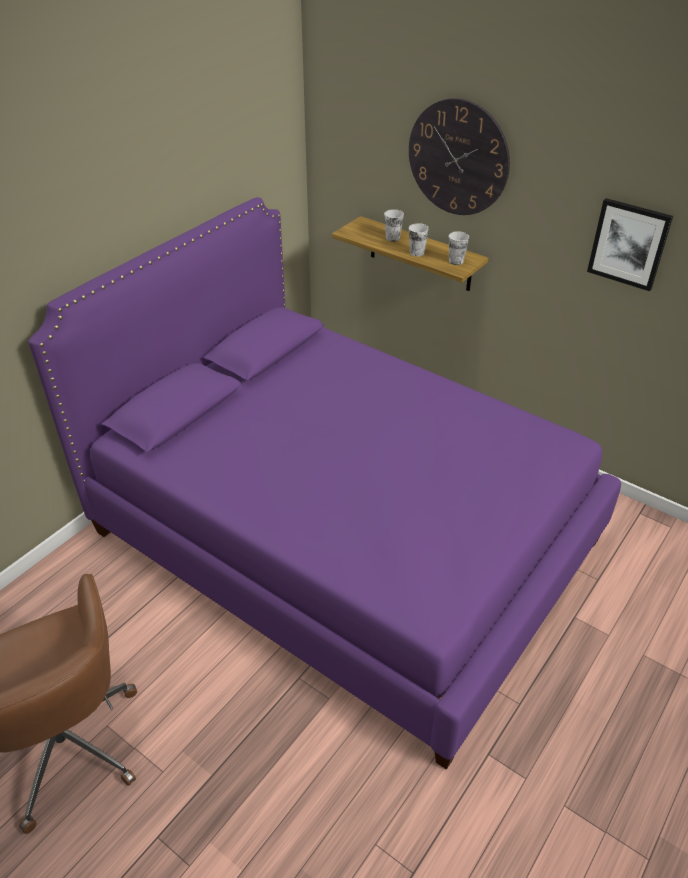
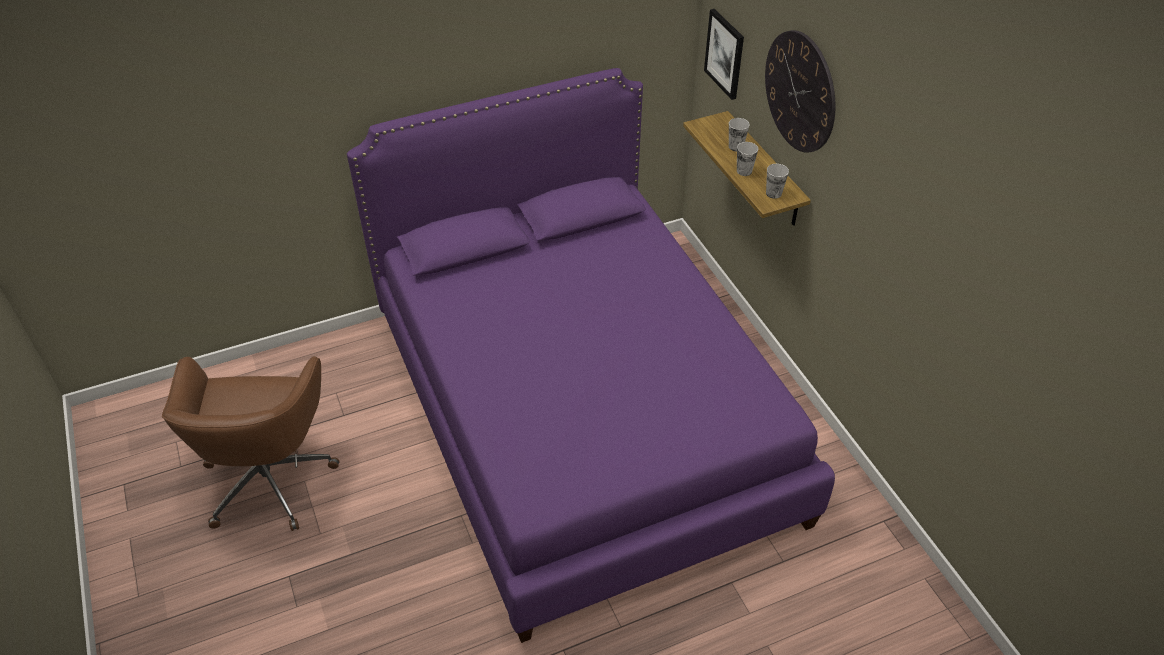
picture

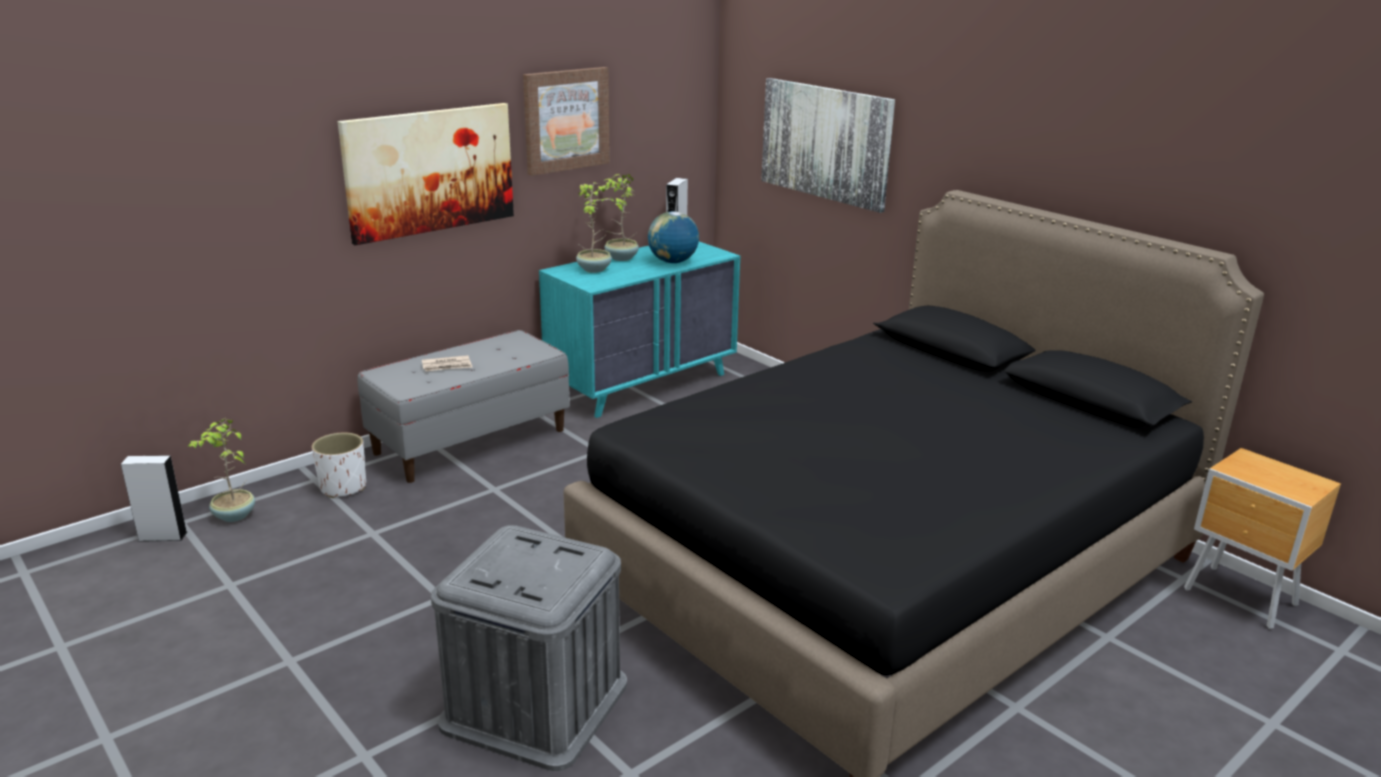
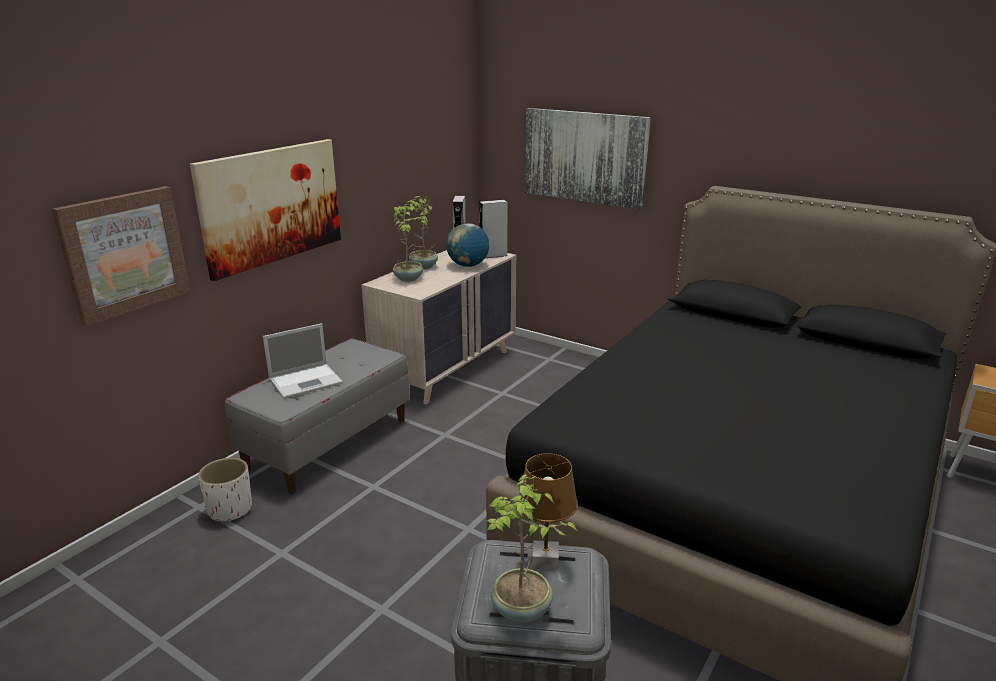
picture (1st from left)
laptop
beige dresser
grey speaker (2nd from left)
potted plant (3rd from left)
brown table lamp

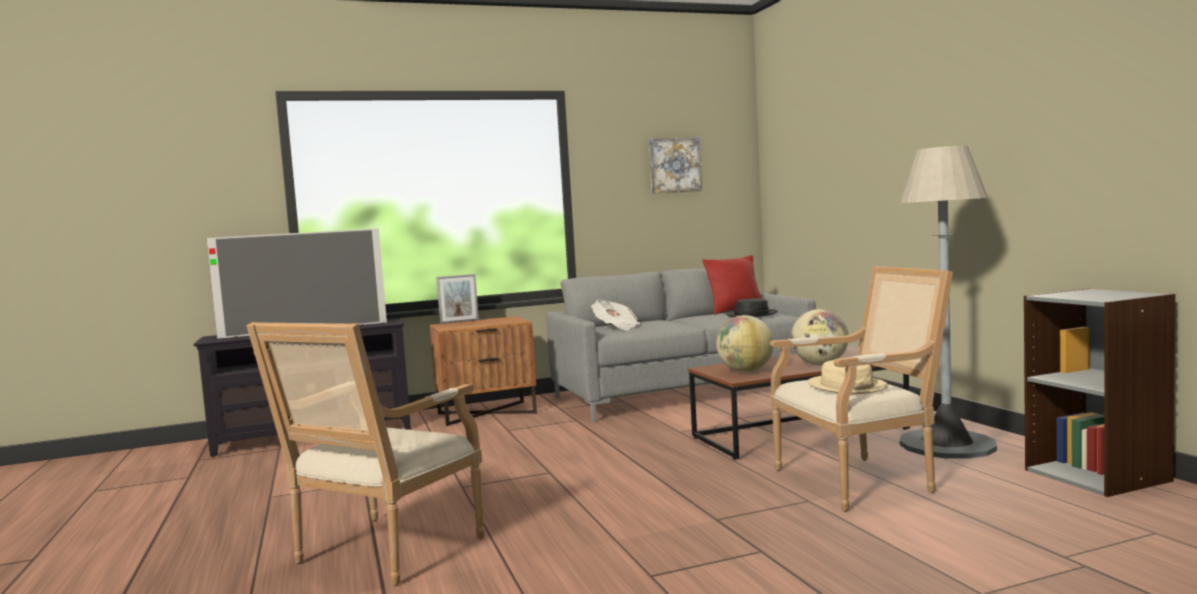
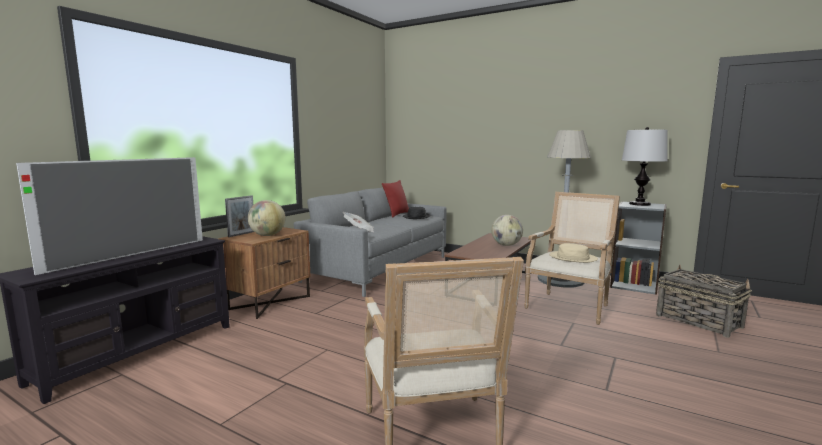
globe (1st from left)
table lamp
basket
picture

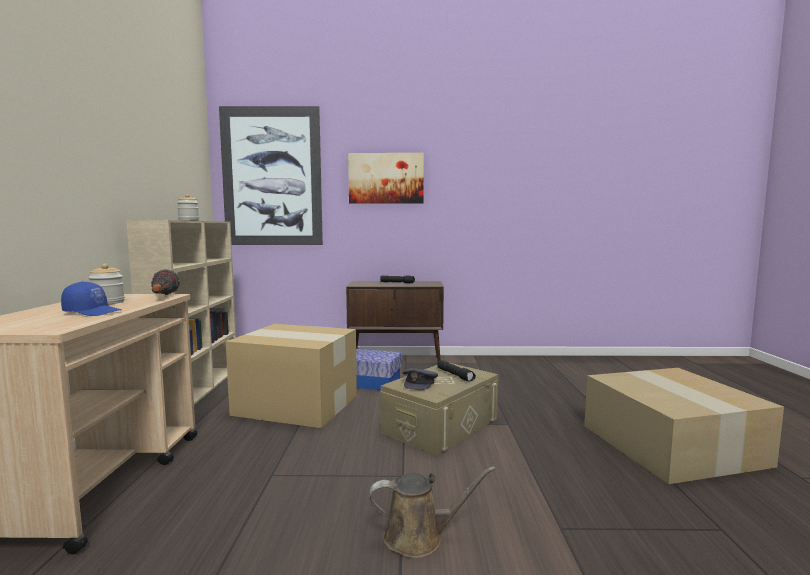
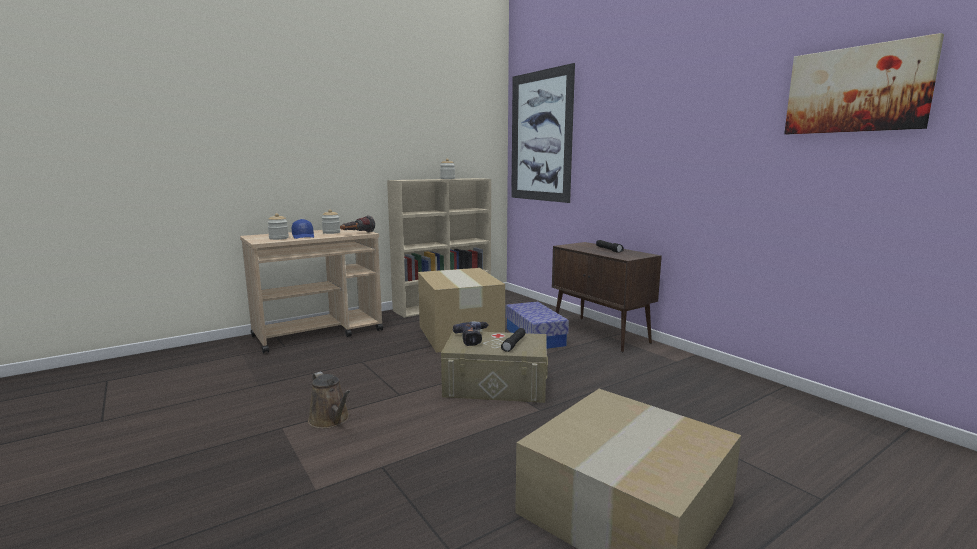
jar (1st from left)
power drill
picture (2nd from left)

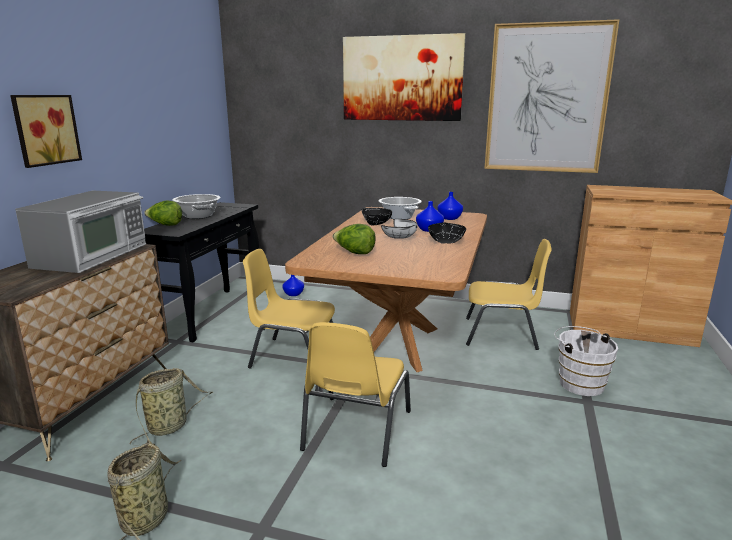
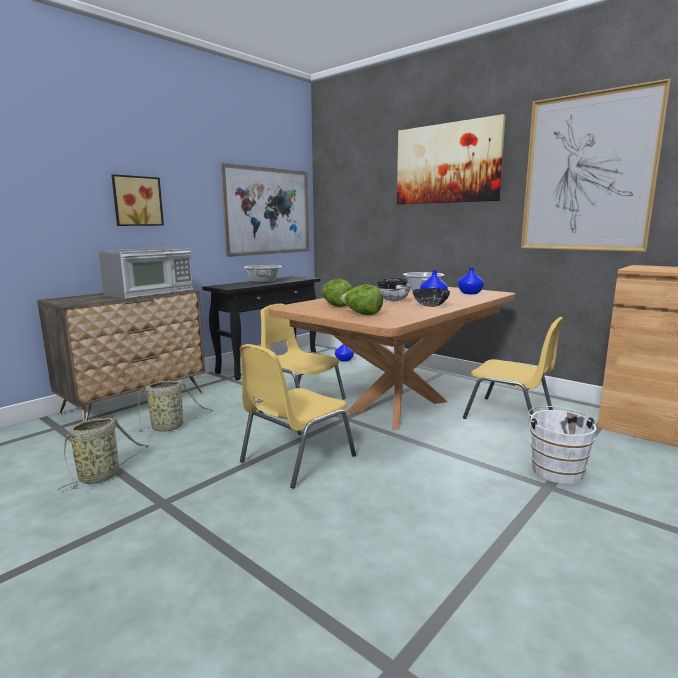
picture (2nd from left)
lettuce (2nd from left)

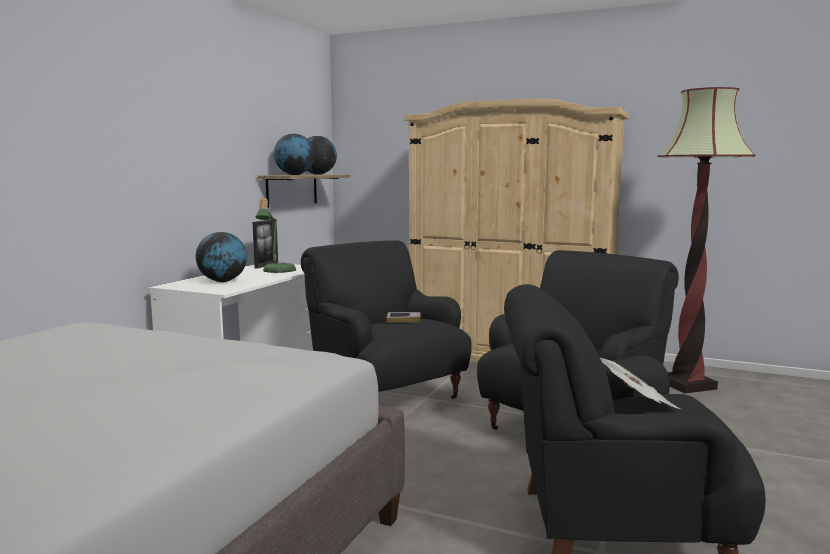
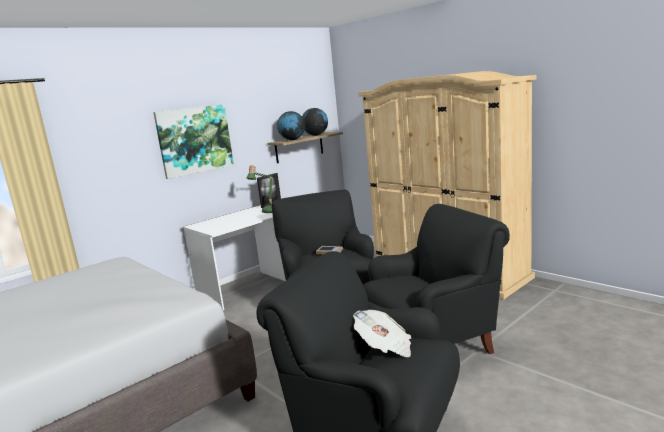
picture
globe (1st from left in the first image)
floor lamp

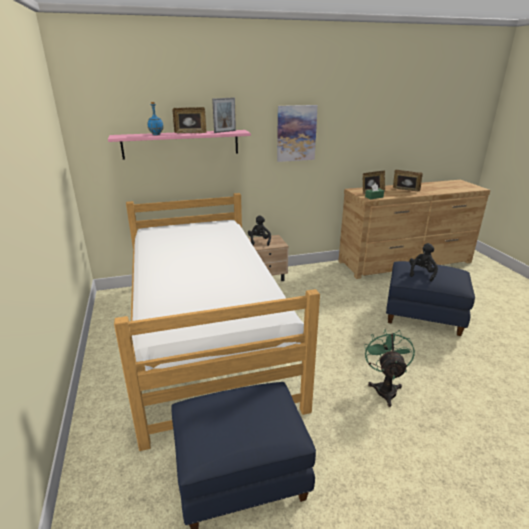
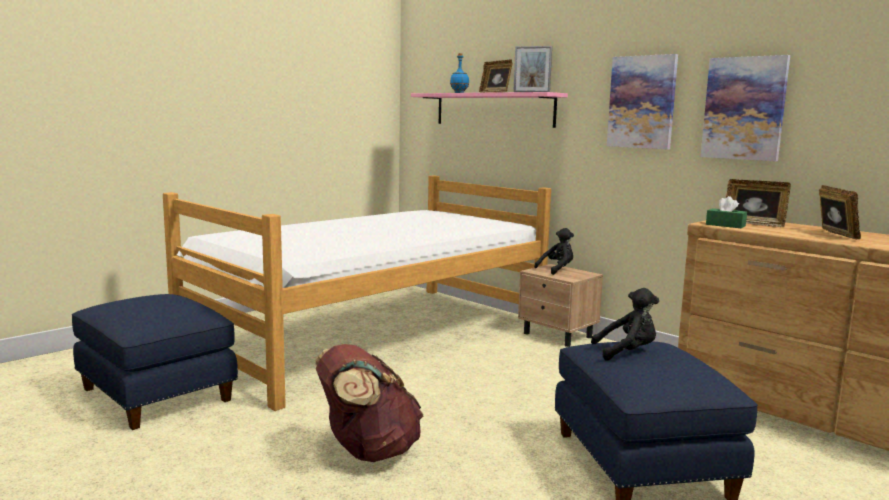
brown backpack
picture (2nd from left)

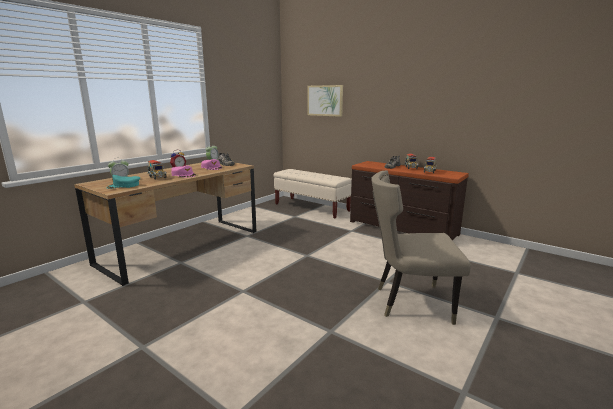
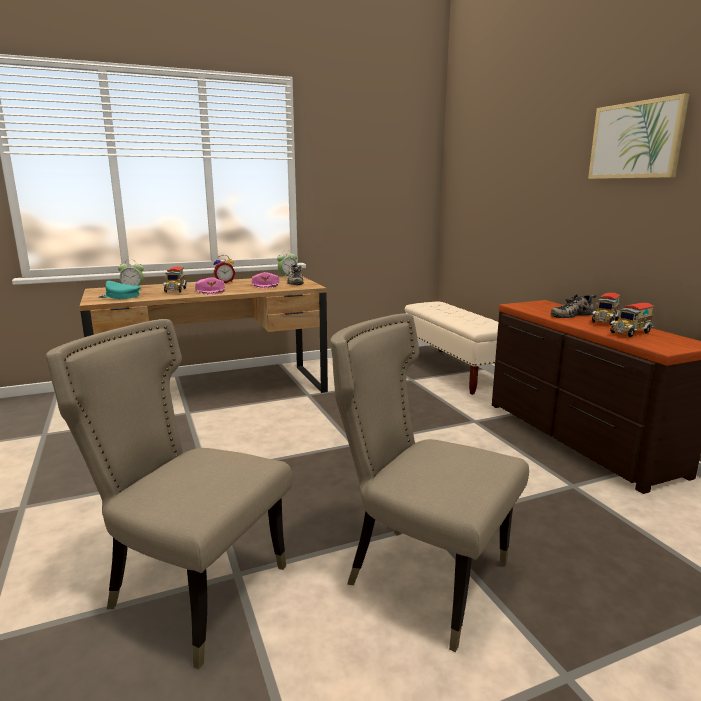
beige chair (1st from left)
picture

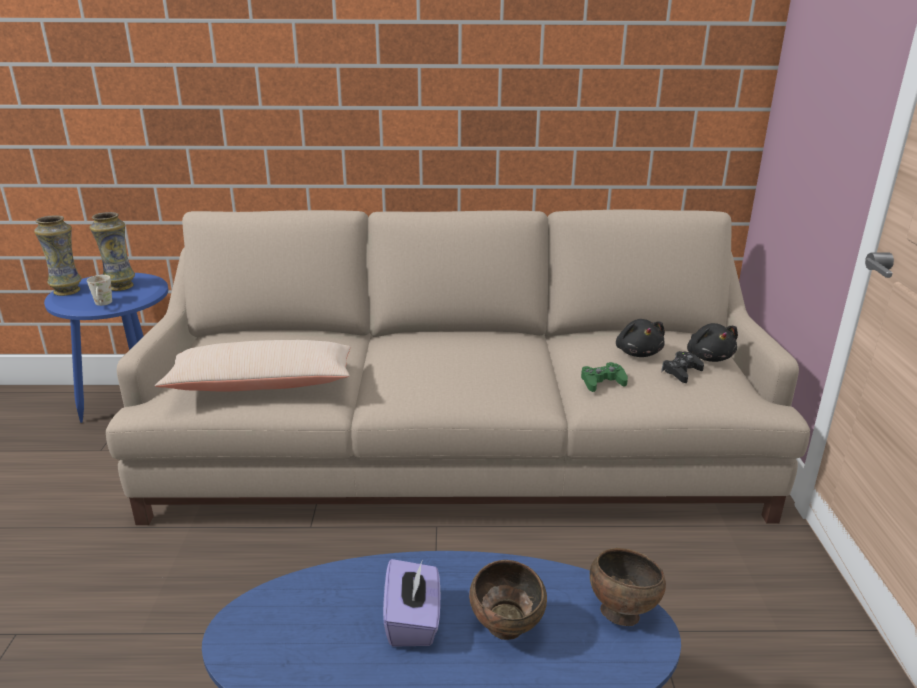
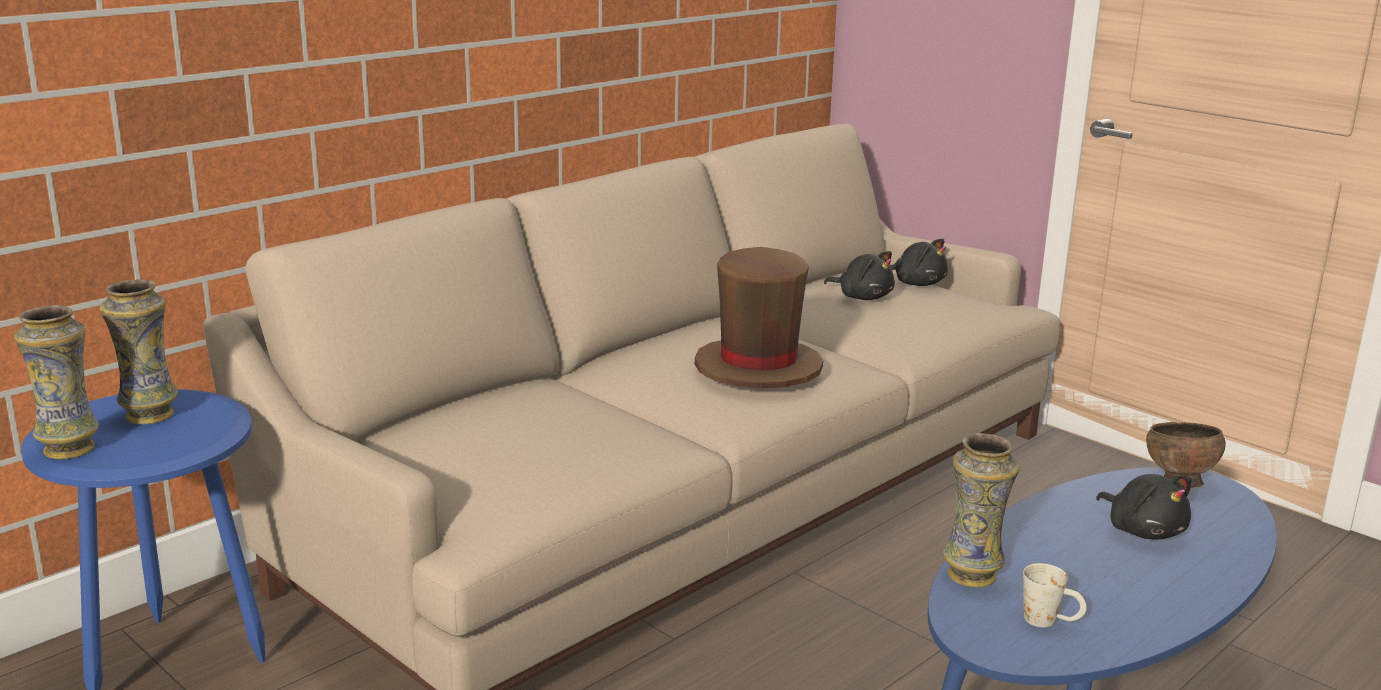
brown hat
vase (3rd from left)
white mug
black plush toy (3rd from left)
beige pillow
purple tissue box
green game controller
black game controller

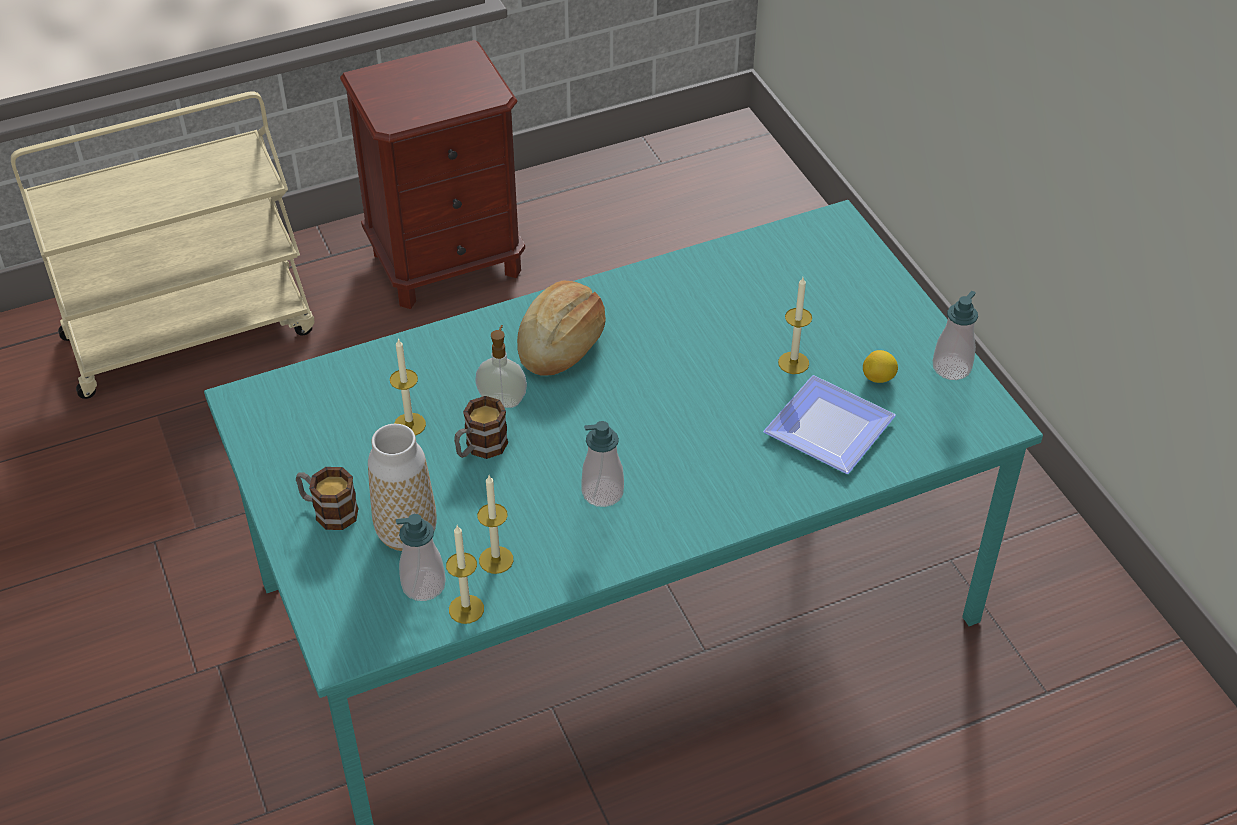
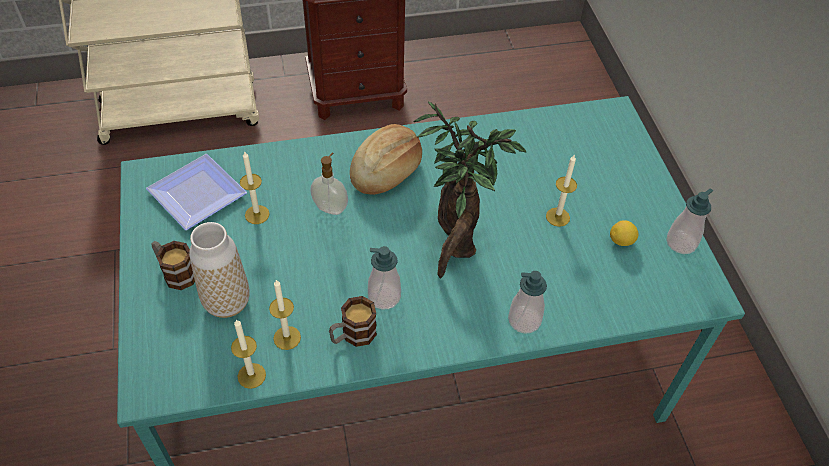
plate
mug (2nd from left)
potted plant
soap dispenser (3rd from left)

